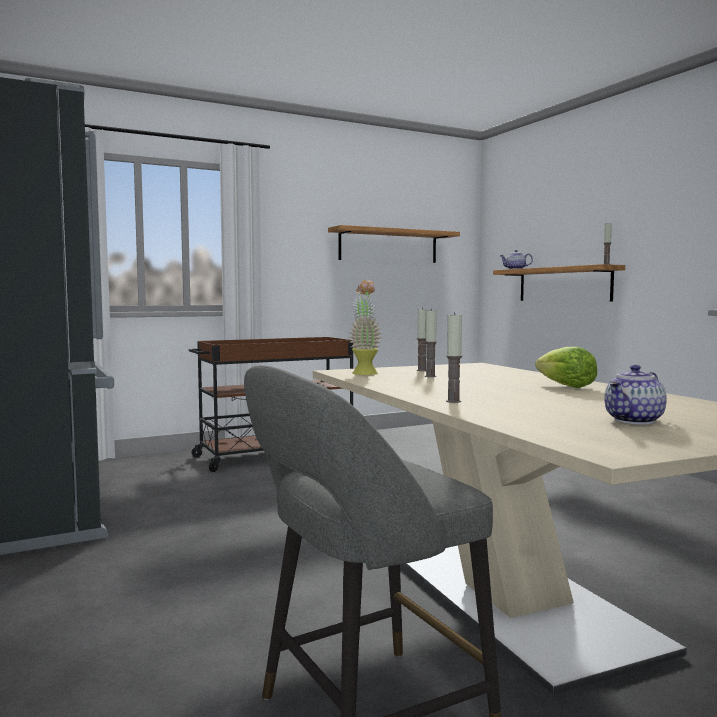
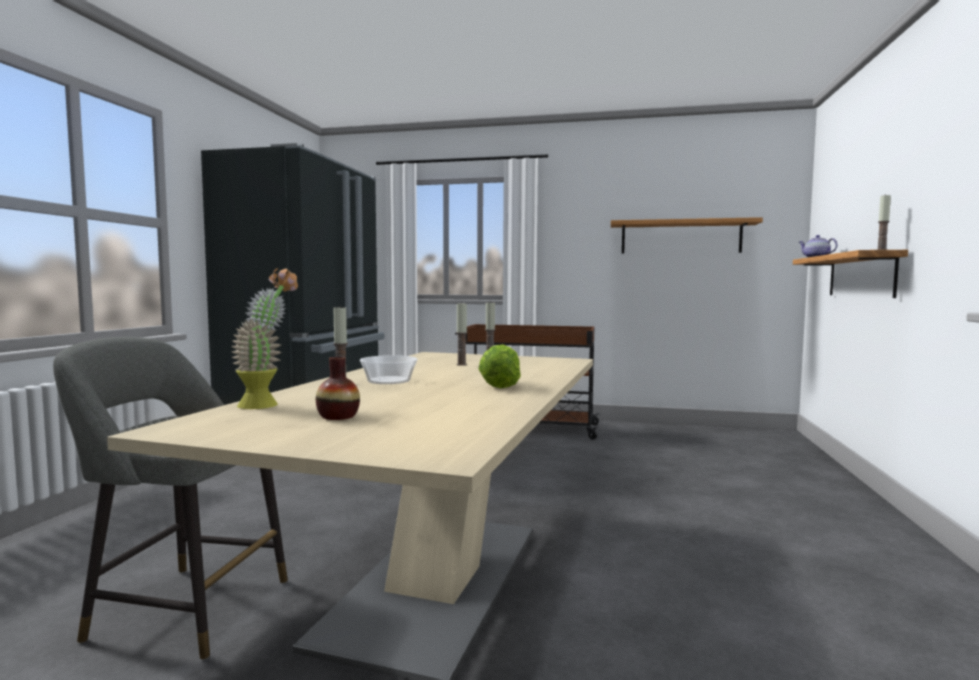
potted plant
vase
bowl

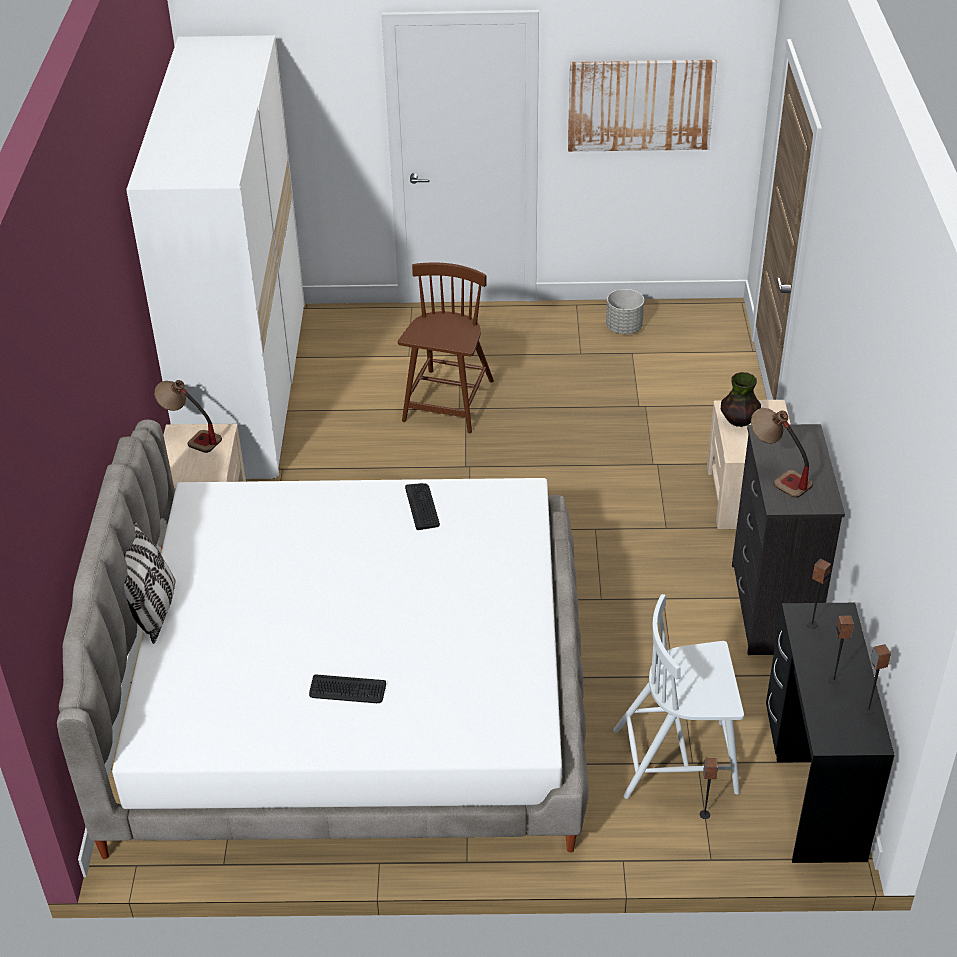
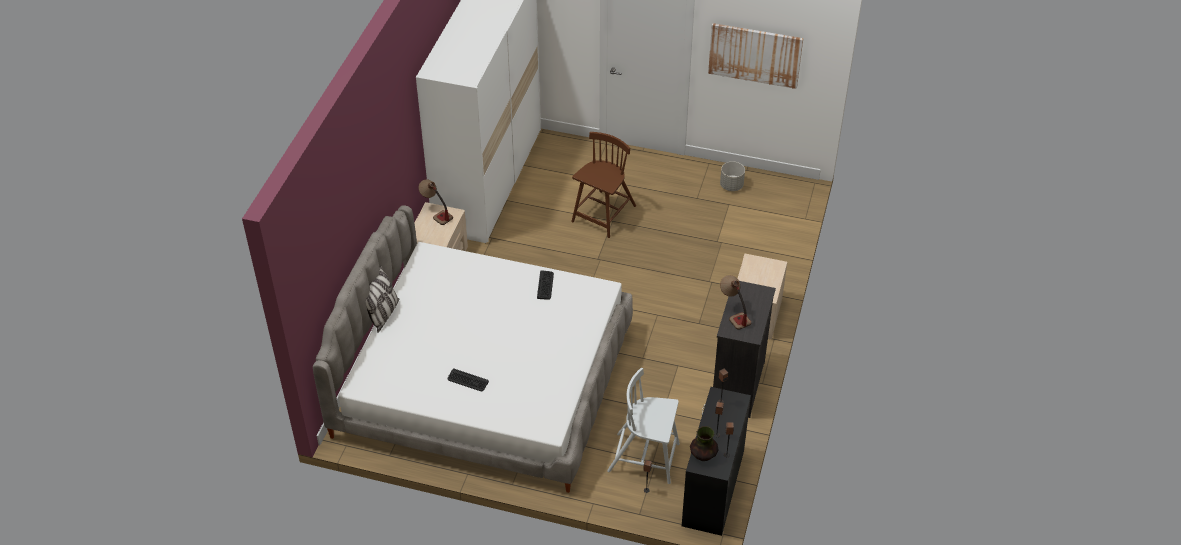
vase

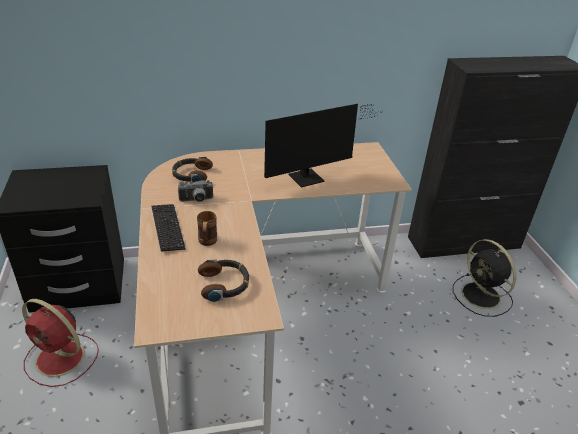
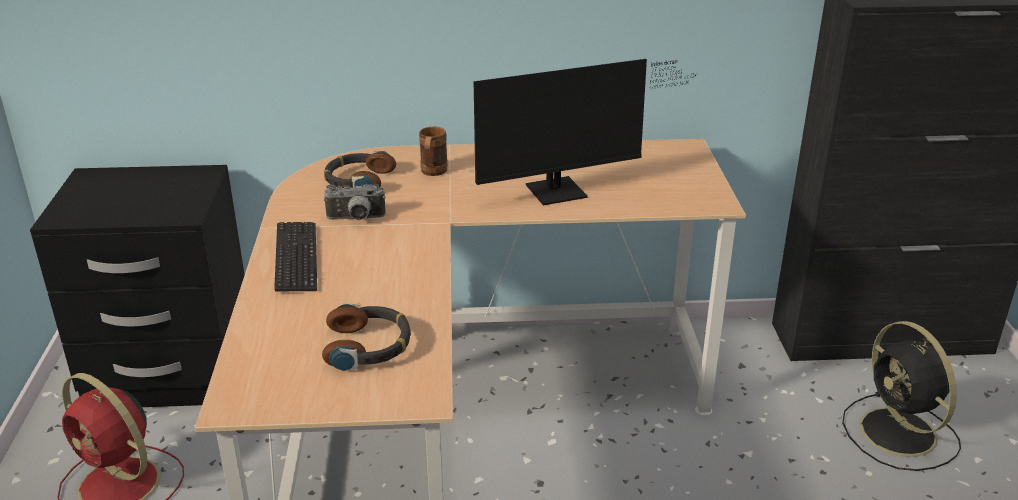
brown mug

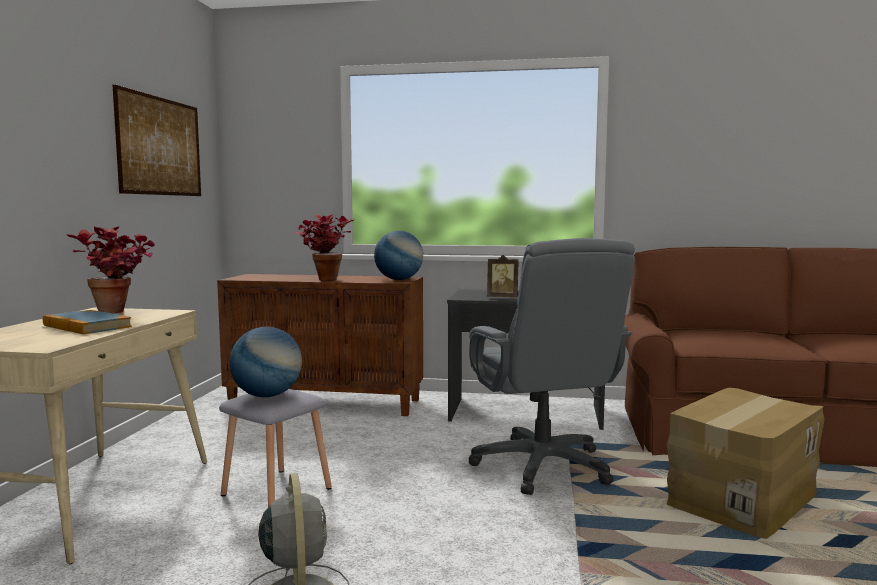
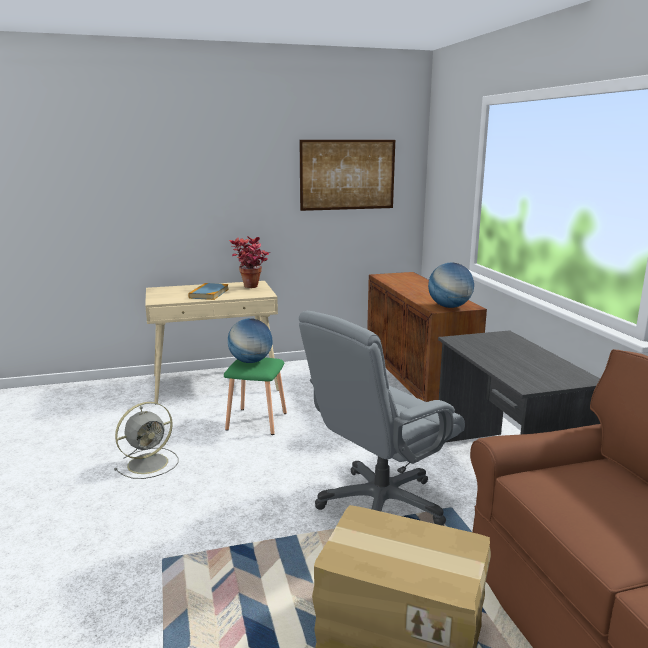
green stool
potted plant (2nd from left in the first image)
picture frame

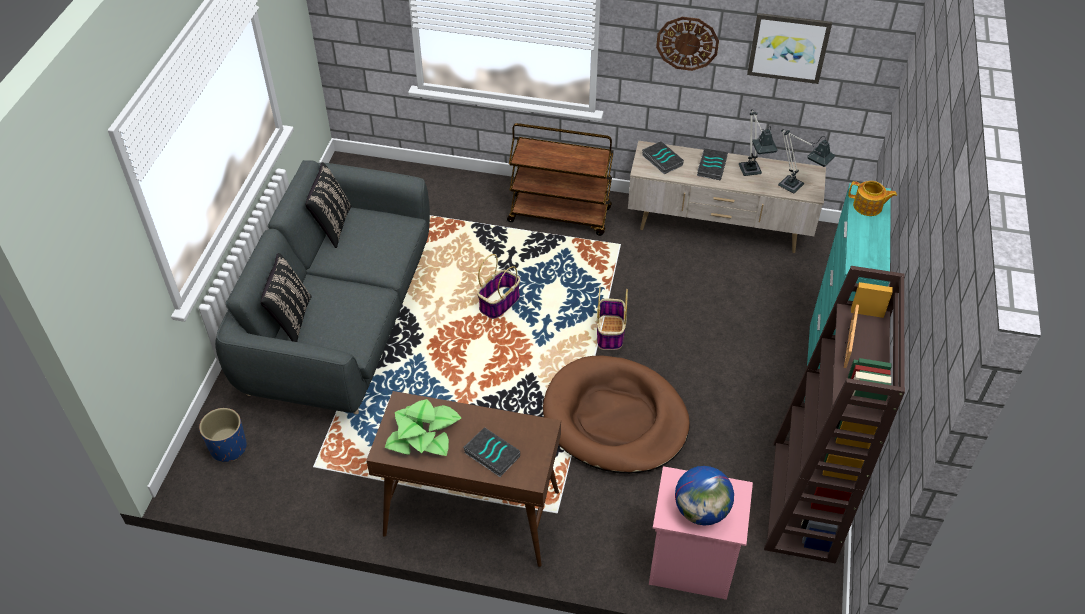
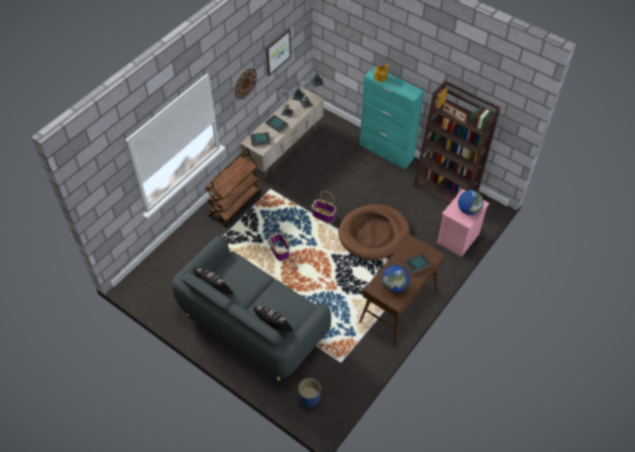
globe (1st from left)

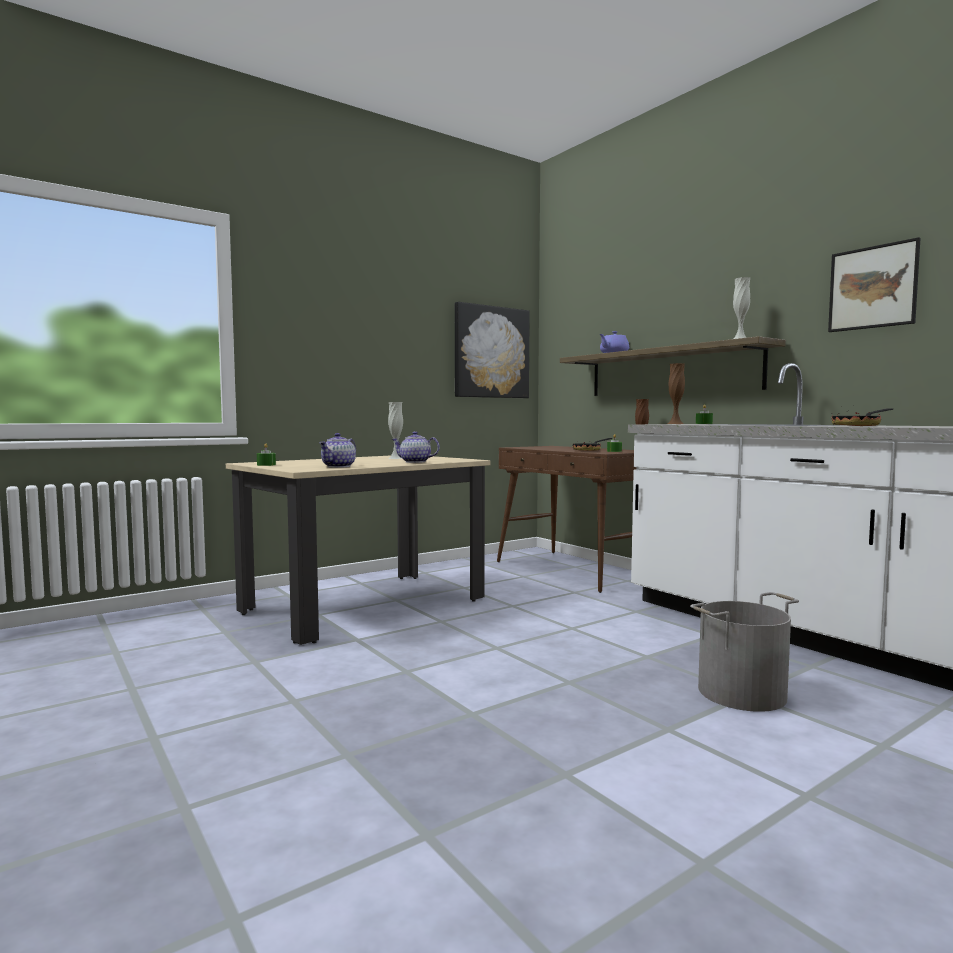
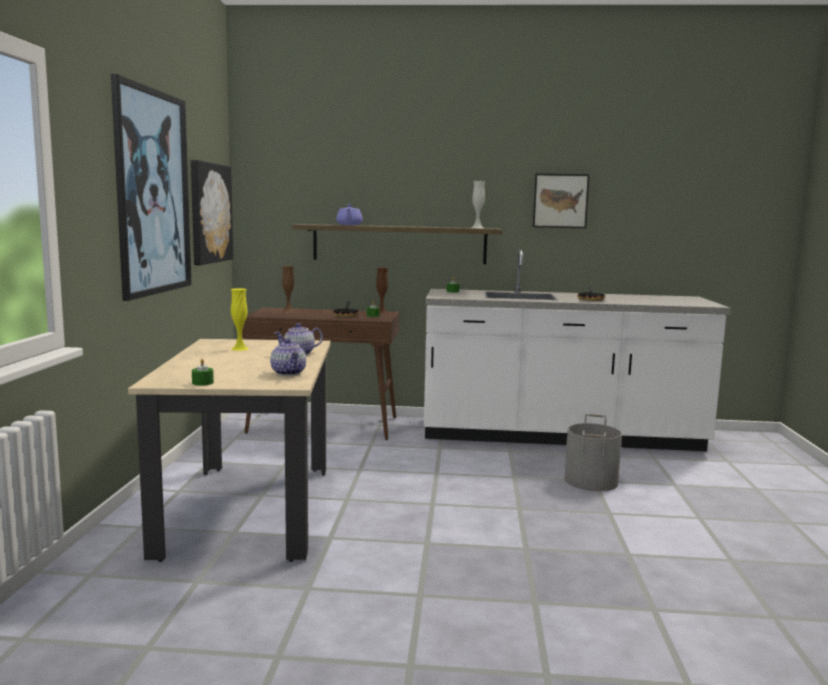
picture (1st from left)
yellow vase
brown vase (1st from left)

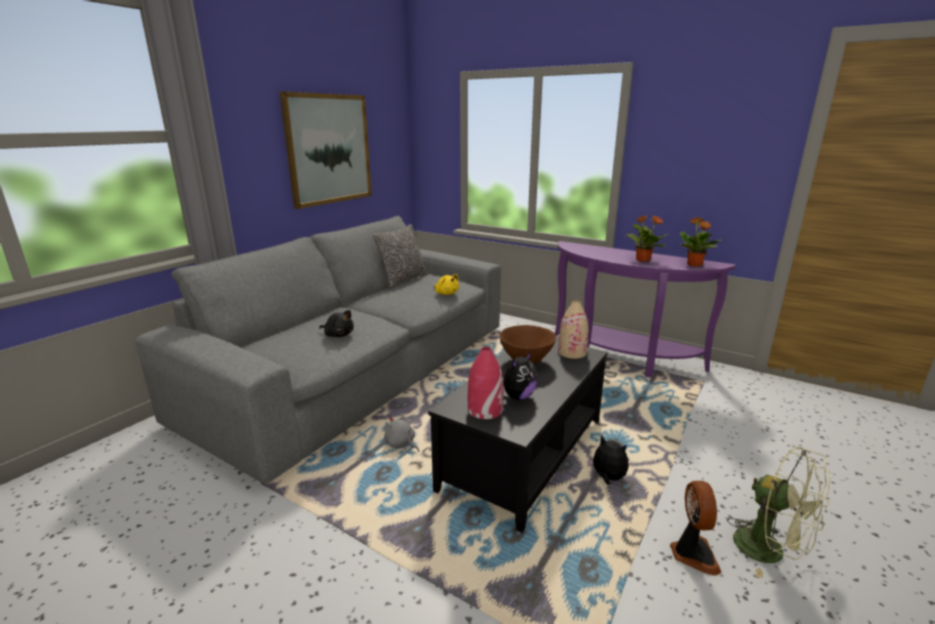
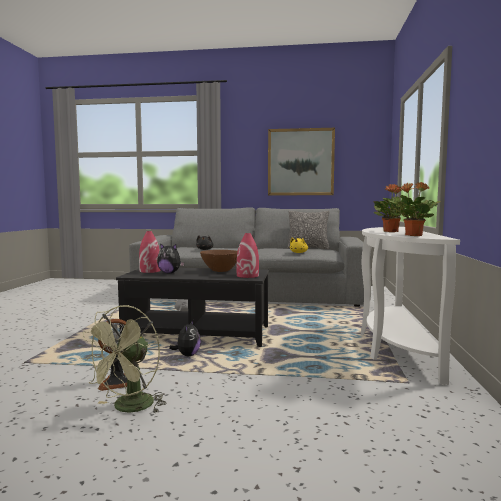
red vase (2nd from left)
white console table

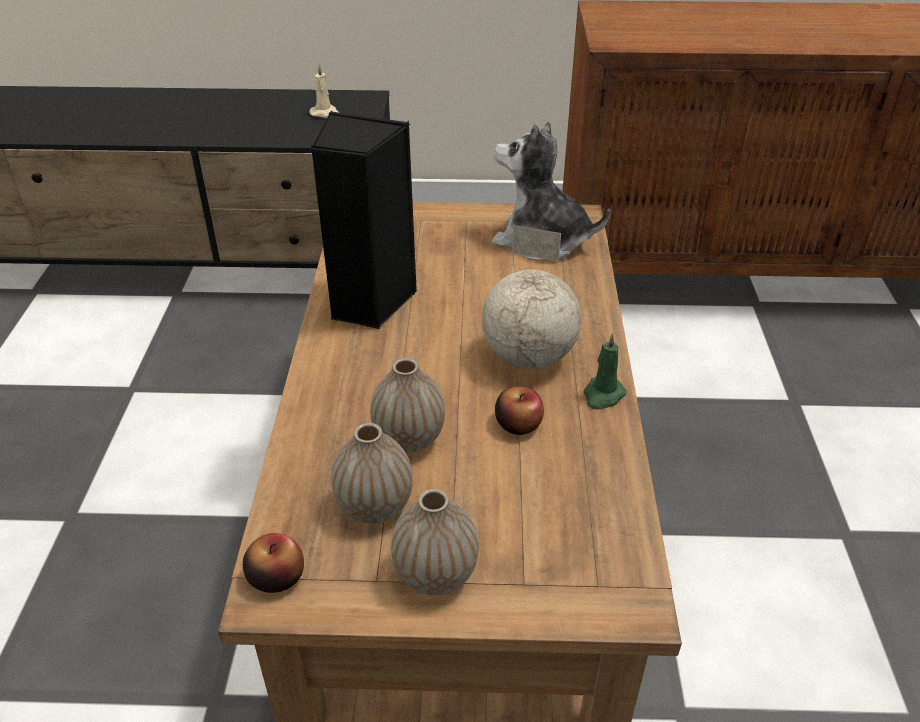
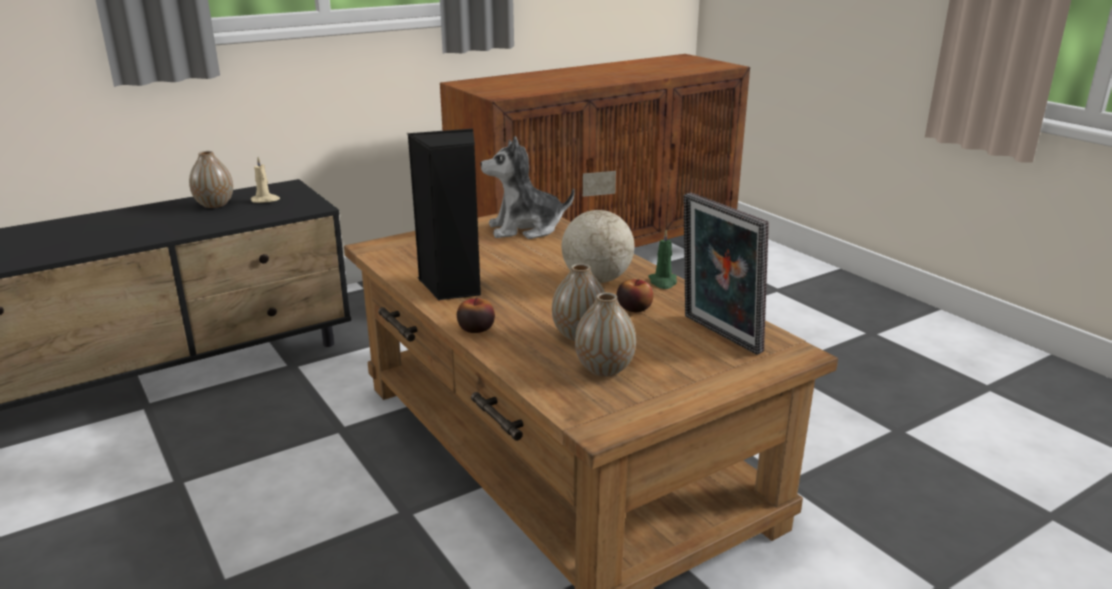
vase (1st from left)
apple (1st from left)
picture frame

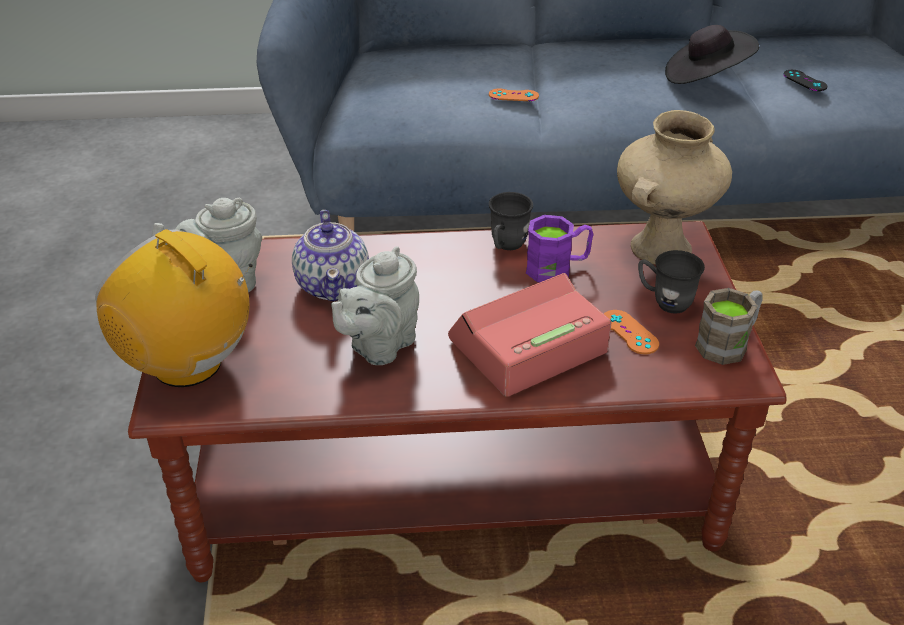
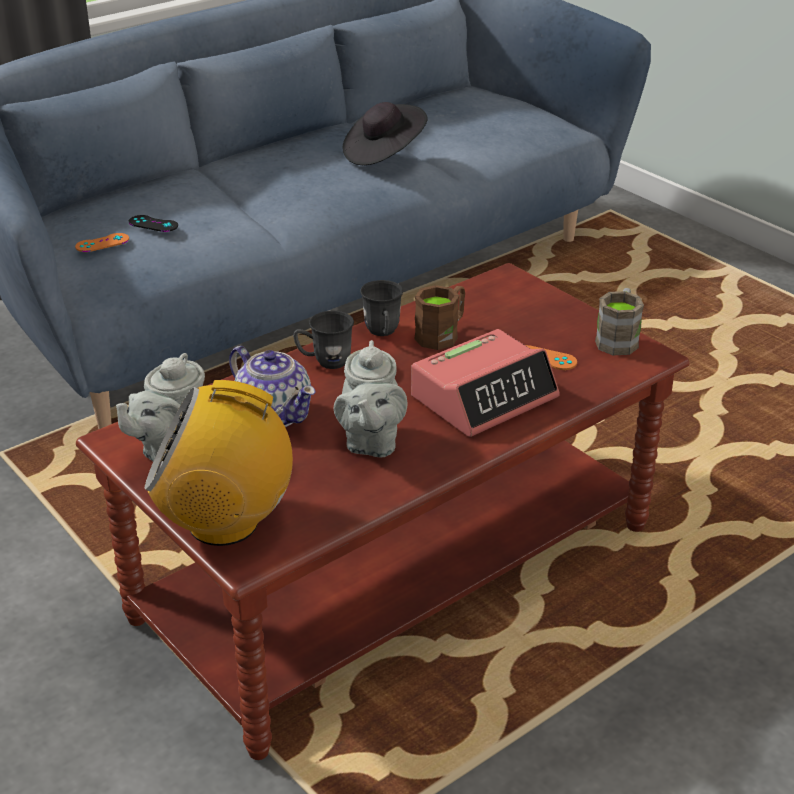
orange game controller (1st from left)
black game controller
grey mug (1st from left)
alarm clock
brown mug (1st from left)
beige vase

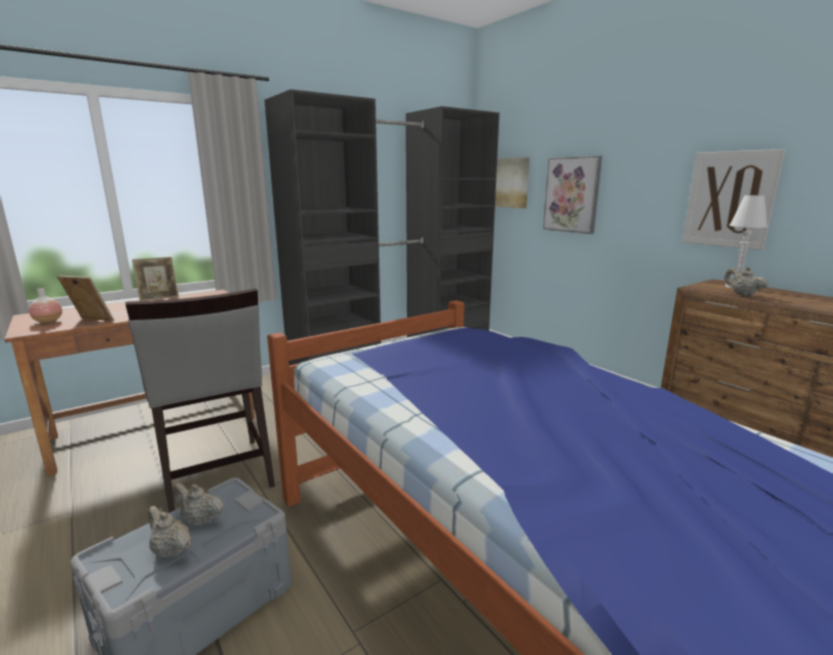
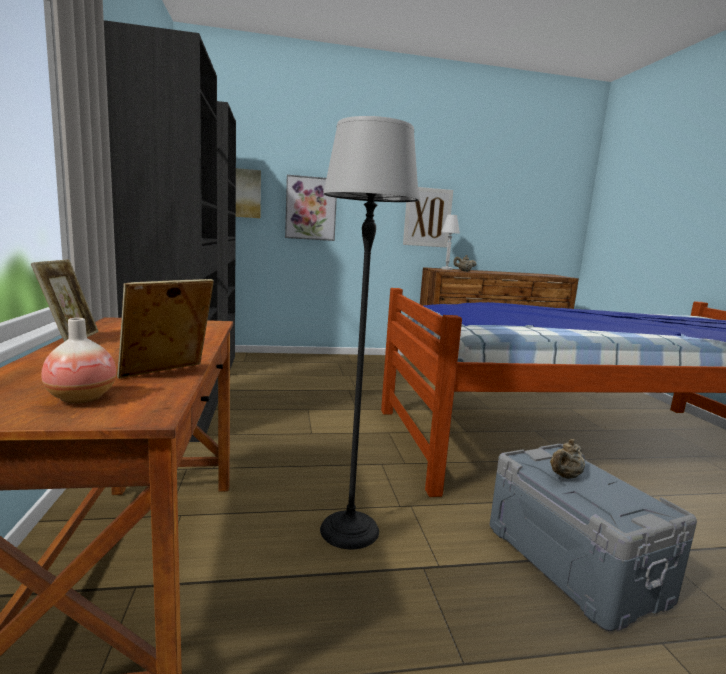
floor lamp
beige teapot (1st from left in the first image)

